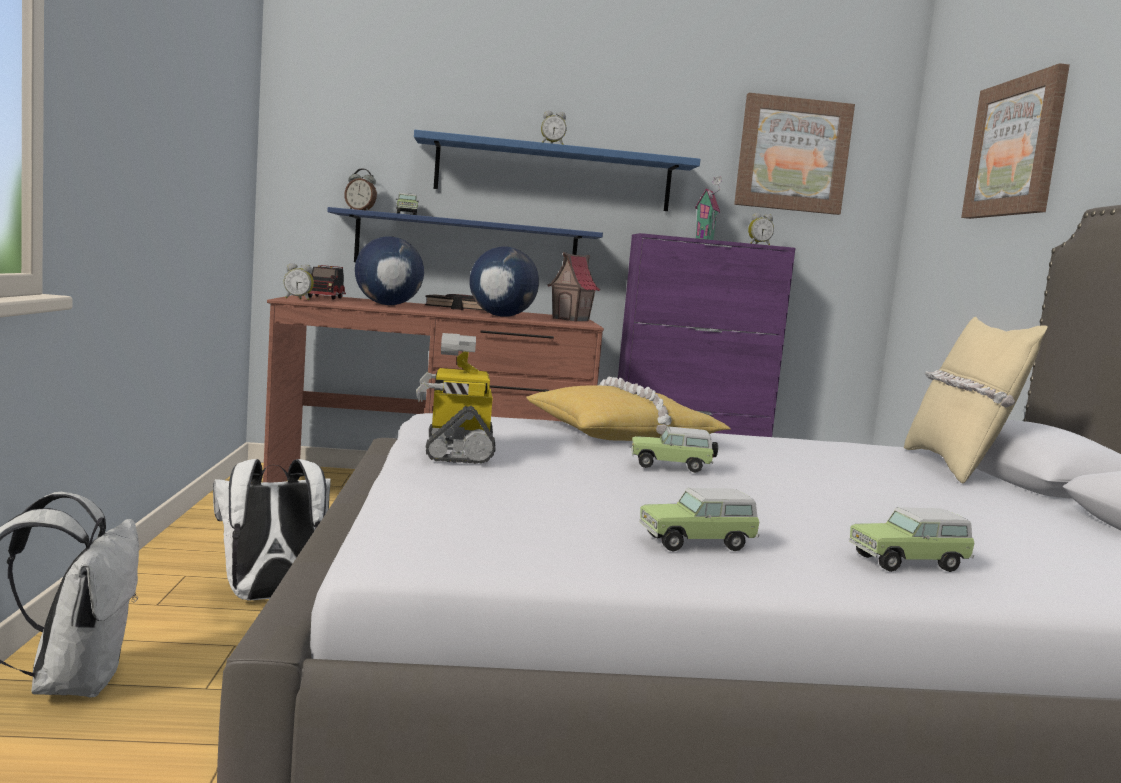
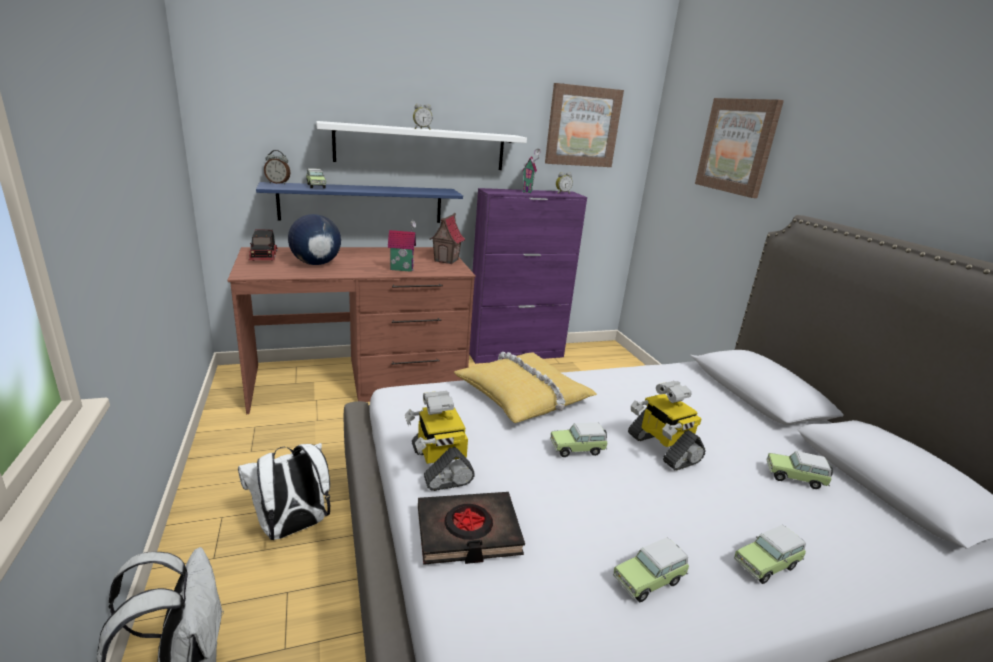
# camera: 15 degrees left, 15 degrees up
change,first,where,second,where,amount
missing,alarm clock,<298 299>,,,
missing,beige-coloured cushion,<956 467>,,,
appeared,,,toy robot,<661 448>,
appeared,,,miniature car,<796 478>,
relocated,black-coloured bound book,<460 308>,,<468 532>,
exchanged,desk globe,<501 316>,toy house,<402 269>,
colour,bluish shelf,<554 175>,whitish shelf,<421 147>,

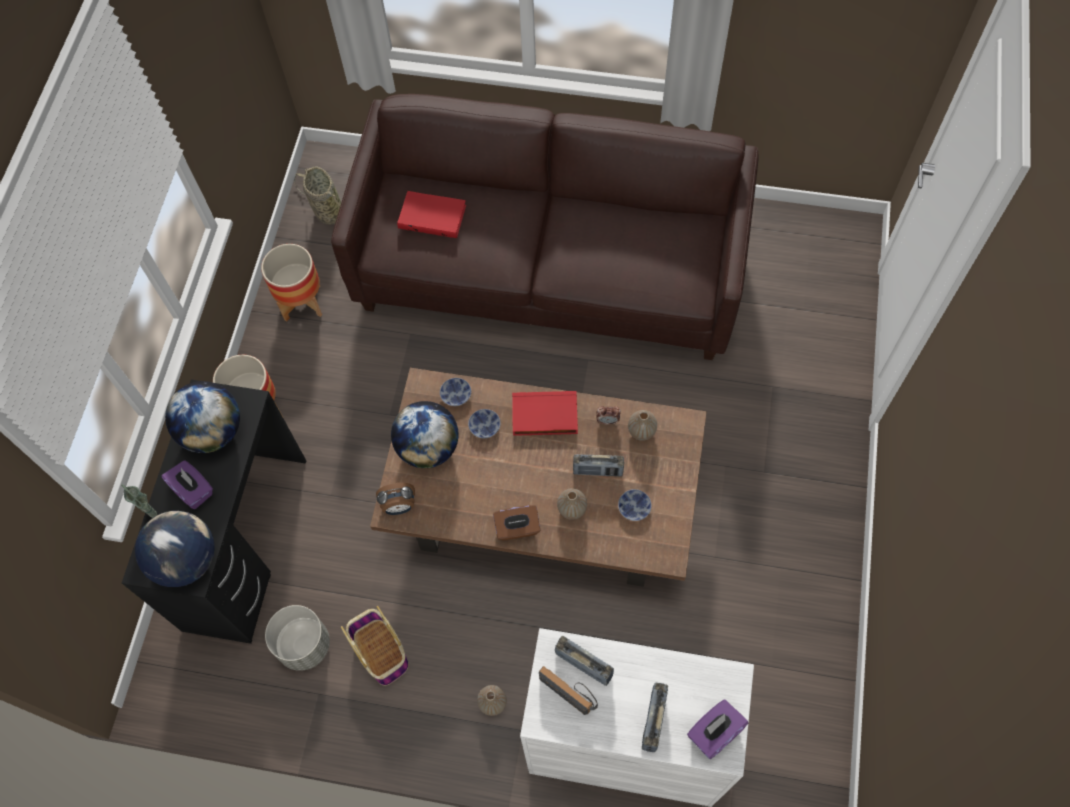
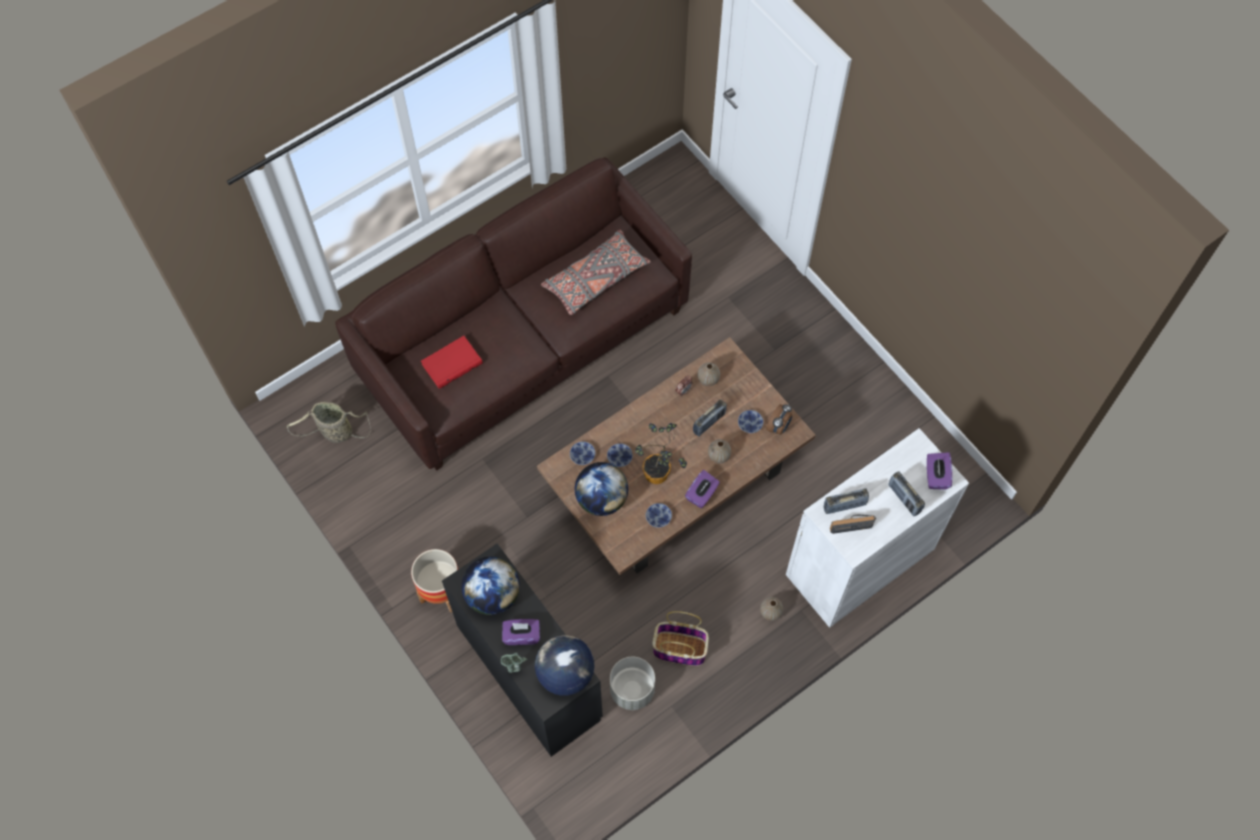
# camera: 50 degrees left, 0 degrees up
change,first,where,second,where,amount
missing,flower pot,<302 303>,,,
missing,red-coloured bound book,<544 416>,,,
appeared,,,gray cushion,<595 279>,
appeared,,,plant in a pot,<659 475>,
appeared,,,deep dish,<659 517>,
relocated,alarm clock,<399 506>,,<778 427>,
colour,brown-coloured box of tissues,<517 528>,purplish box of tissues,<702 494>,

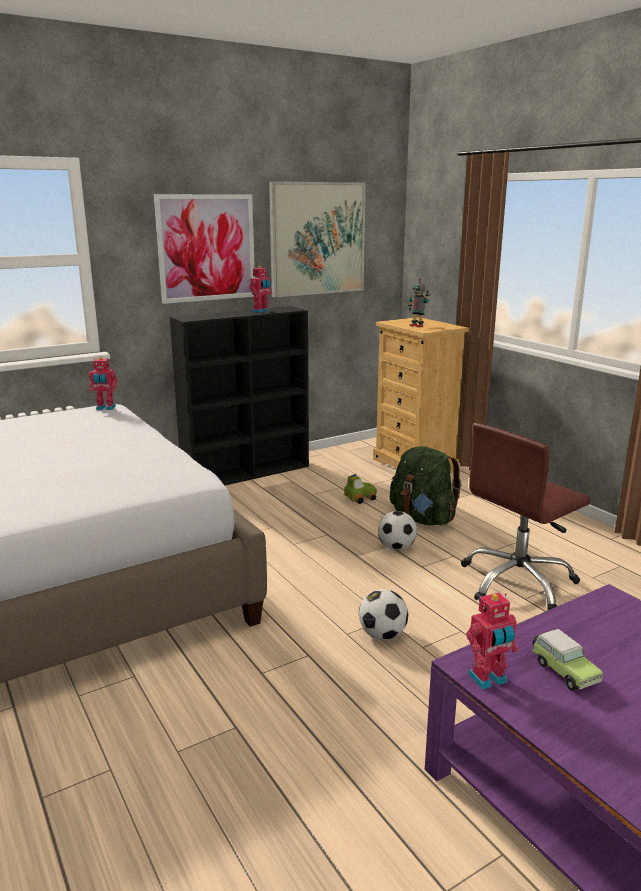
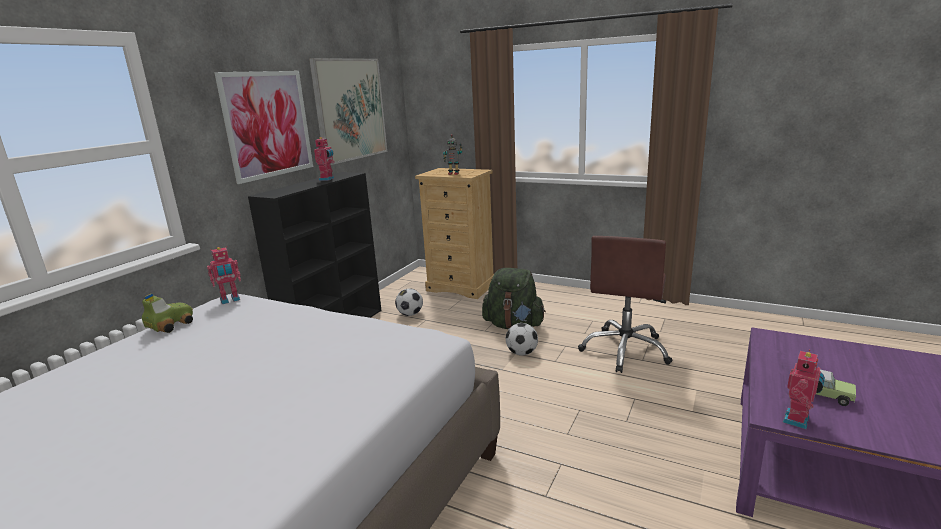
# camera: 30 degrees left, 0 degrees up
change,first,where,second,where,amount
relocated,miniature car,<360 498>,,<170 325>,
relocated,football ball,<382 635>,,<410 314>,

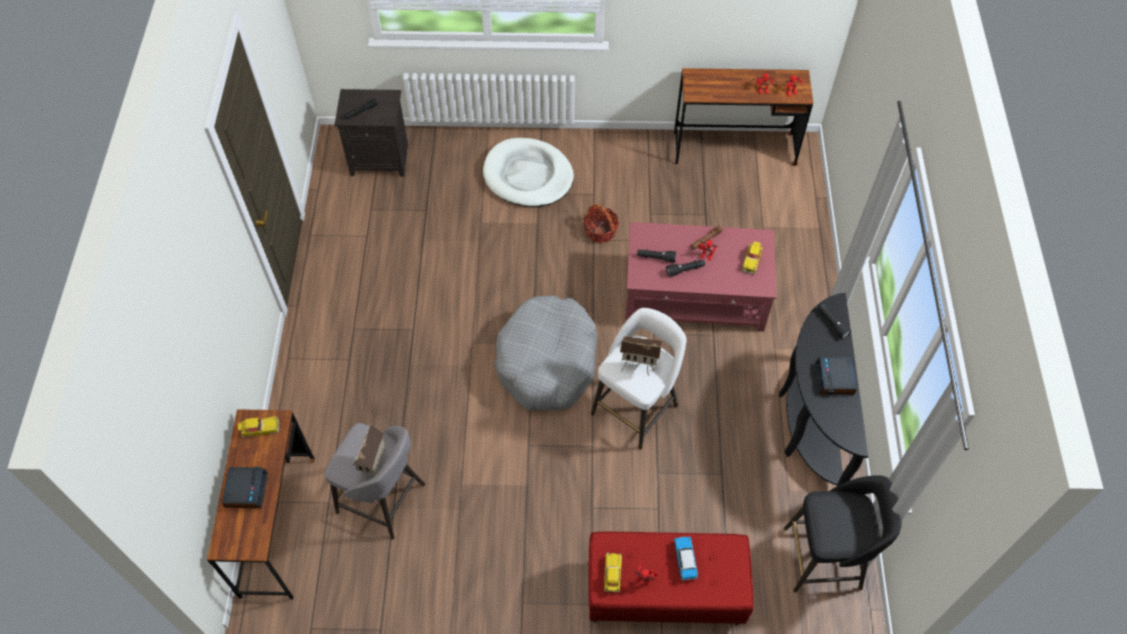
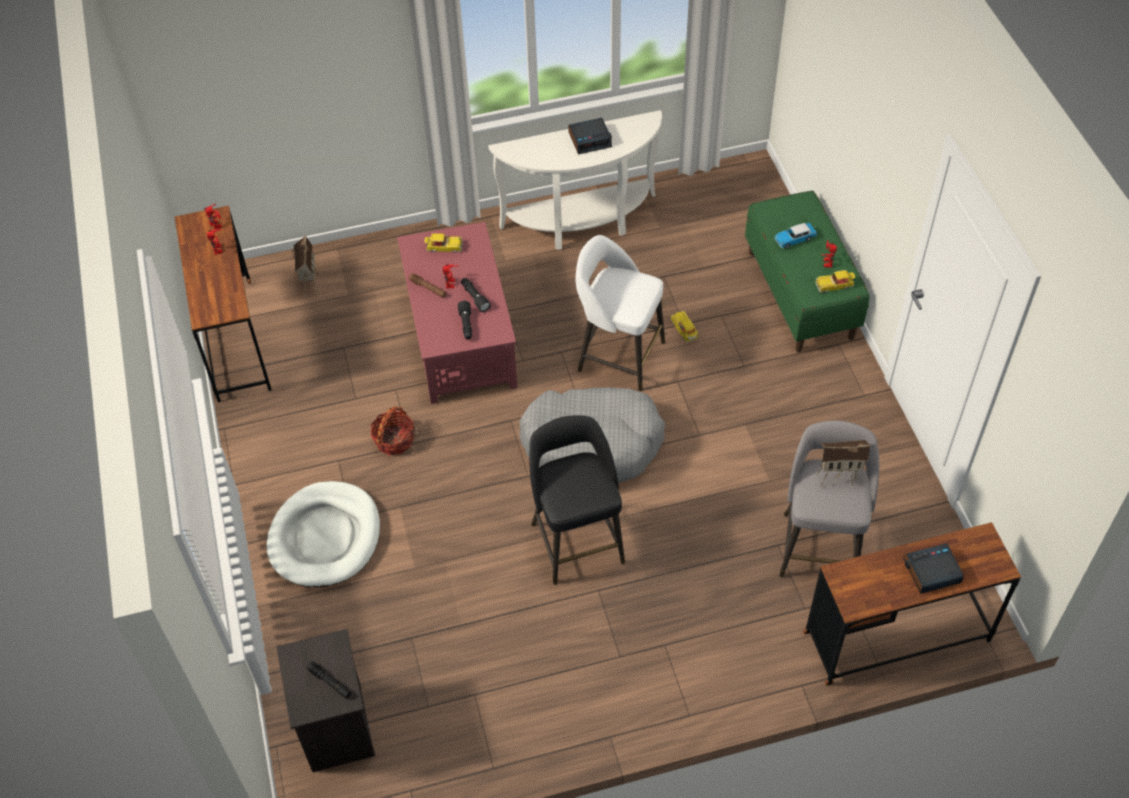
# camera: 105 degrees left, 5 degrees down
change,first,where,second,where,amount
missing,black-coloured hand torch,<831 323>,,,
relocated,miniature car,<260 429>,,<684 329>,
relocated,toy house,<638 366>,,<309 283>,
relocated,black-coloured stool,<825 558>,,<576 540>,
colour,red-coloured indoor bench,<664 593>,green indoor bench,<800 294>,
colour,black-coloured hall table,<808 423>,whitish hall table,<583 224>,

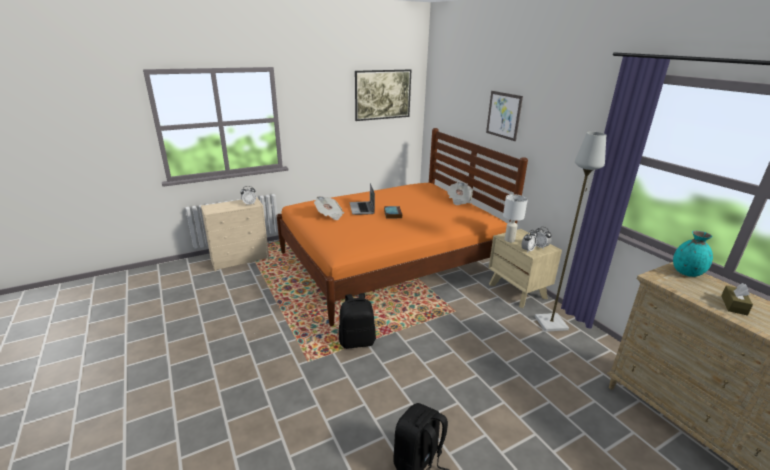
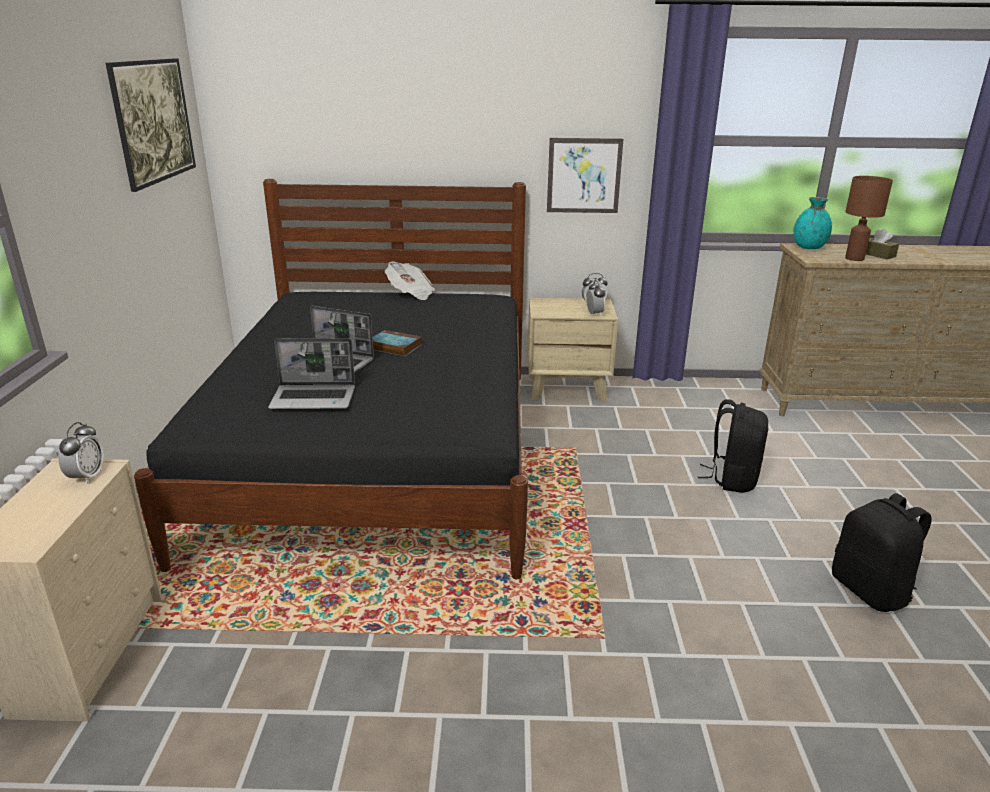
# camera: 60 degrees left, 0 degrees up
change,first,where,second,where,amount
missing,whitish tabletop lamp,<510 240>,,,
missing,gray floor lamp,<551 323>,,,
appeared,,,brown-coloured tabletop lamp,<854 258>,
relocated,black-coloured knapsack,<357 341>,,<731 479>,
relocated,wall picture,<503 115>,,<584 175>,
exchanged,printed paper,<329 215>,laptop,<314 398>,
colour,orange bedroom bed,<390 262>,black-coloured bedroom bed,<379 453>,

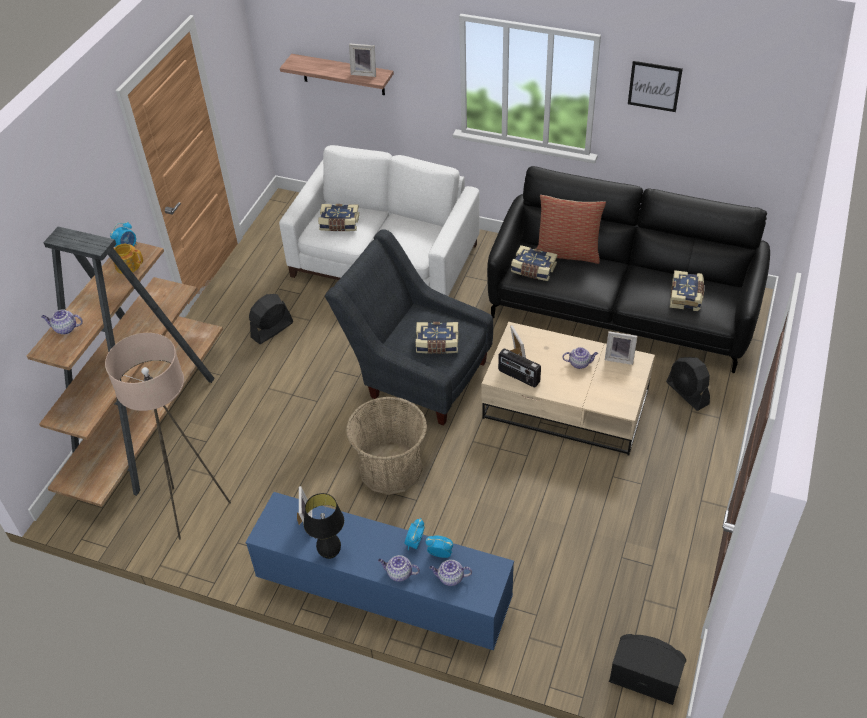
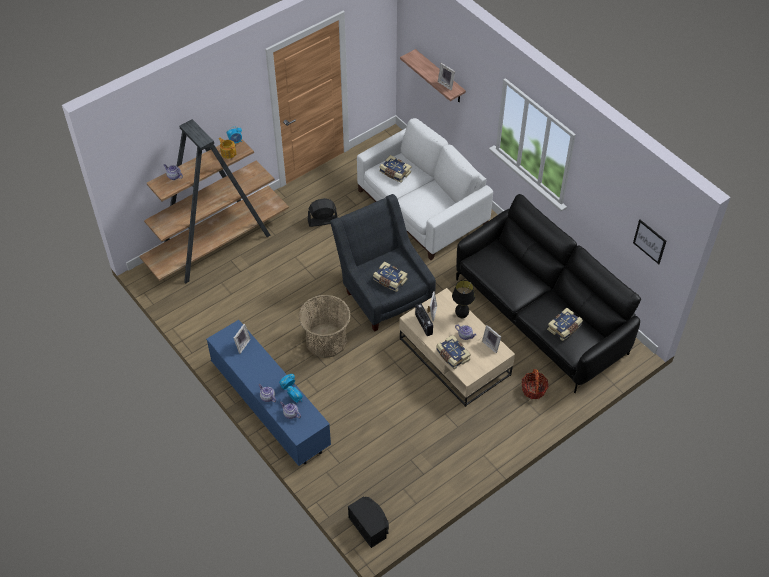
# camera: 30 degrees right, 5 degrees up
change,first,where,second,where,amount
missing,beige-coloured floor lamp,<194 509>,,,
missing,cushion,<567 252>,,,
relocated,black-coloured tabletop lamp,<330 553>,,<461 316>,
relocated,bound book,<533 270>,,<452 356>,
relocated,wall picture,<654 86>,,<649 241>,
exchanged,black-coloured electric fan,<687 393>,storage basket,<533 390>,

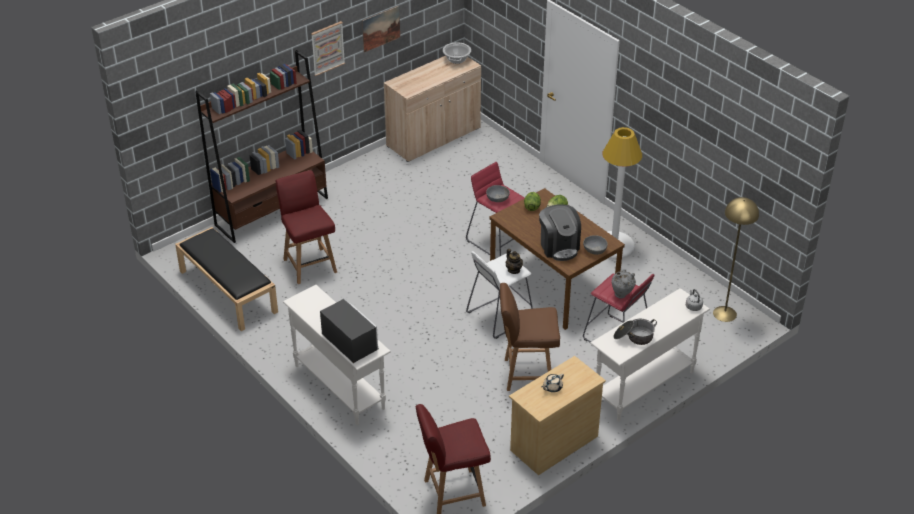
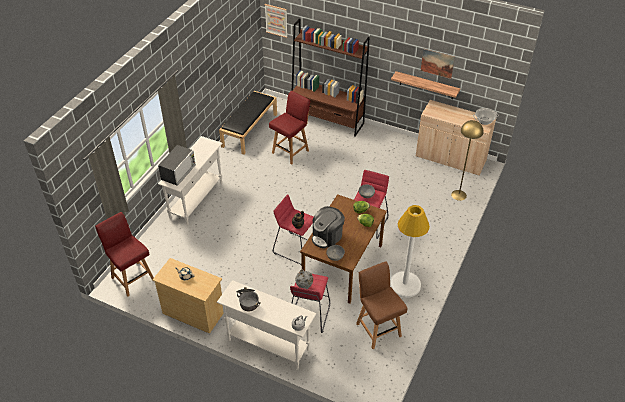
# camera: 65 degrees right, 5 degrees up
change,first,where,second,where,amount
appeared,,,shelf,<426 85>,
relocated,wall picture,<327 48>,,<276 20>,
relocated,brown-coloured plain chair,<526 374>,,<378 329>,
relocated,yellowish floor lamp,<725 313>,,<459 195>,
colour,whitish stool,<499 316>,red-coloured stool,<295 248>,

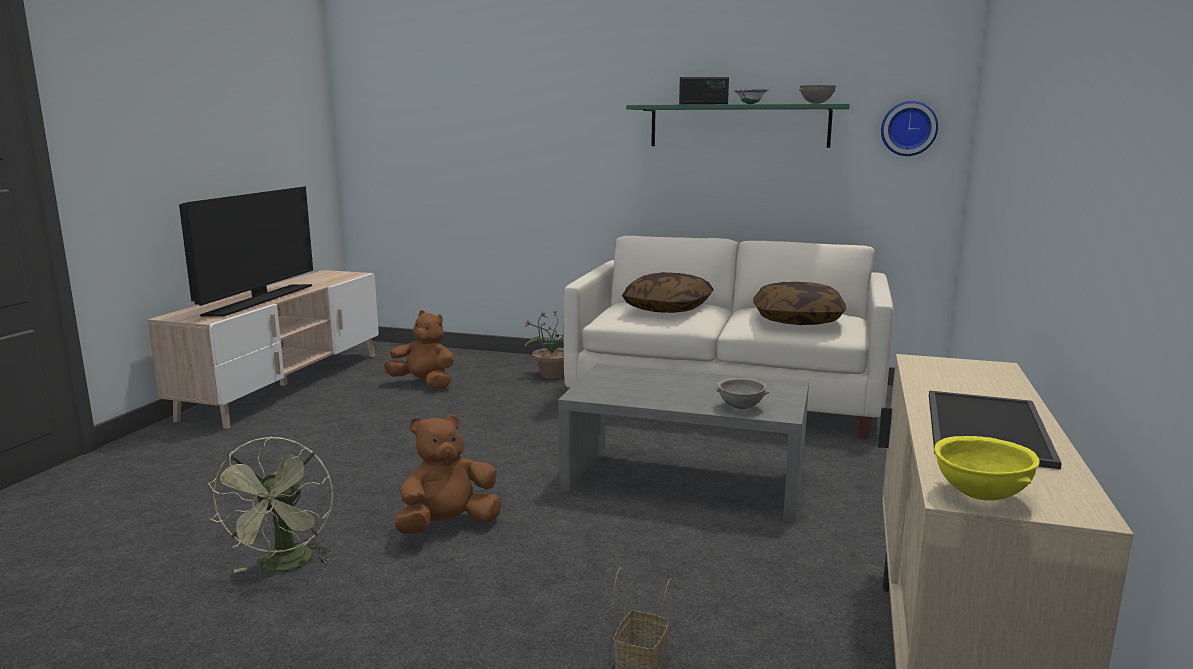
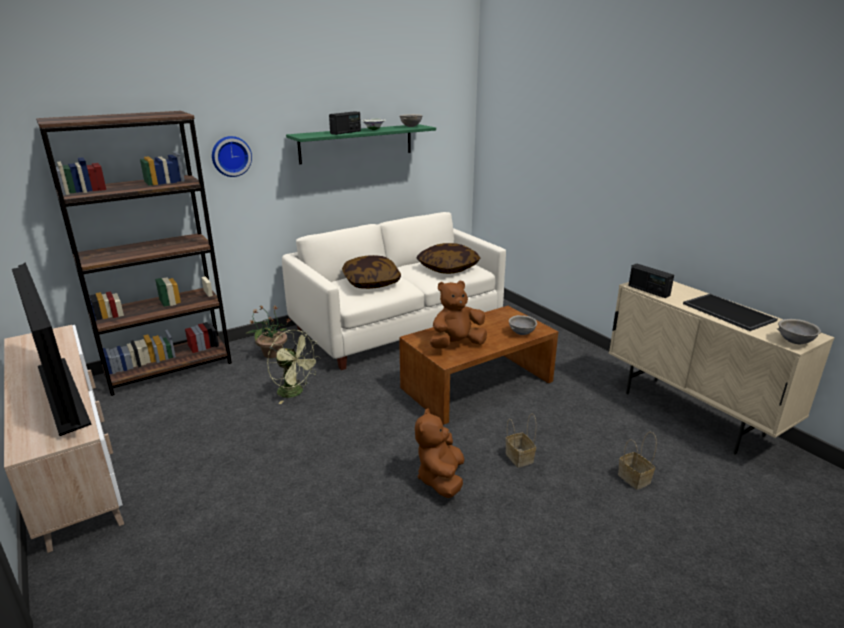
# camera: 50 degrees left, 10 degrees up
change,first,where,second,where,amount
appeared,,,brown-coloured bookshelf,<169 368>,
appeared,,,storage basket,<518 457>,
appeared,,,radio set,<648 291>,
relocated,green electric fan,<284 567>,,<295 392>,
relocated,brown-coloured soft toy,<424 384>,,<456 345>,
relocated,wall clock,<908 128>,,<231 156>,
colour,gray coffee table,<685 478>,brown-coloured coffee table,<476 384>,
colour,yellowish deep dish,<980 496>,gray deep dish,<795 342>,

